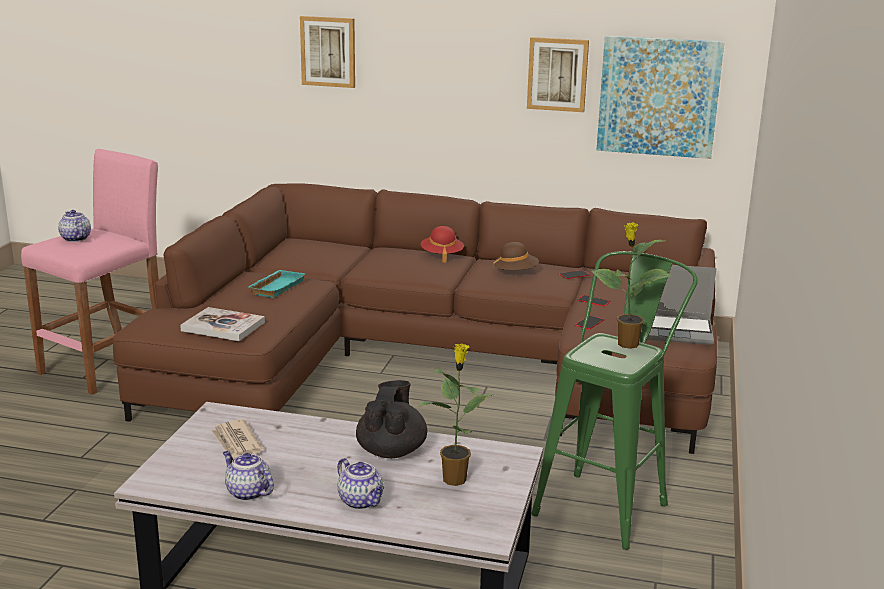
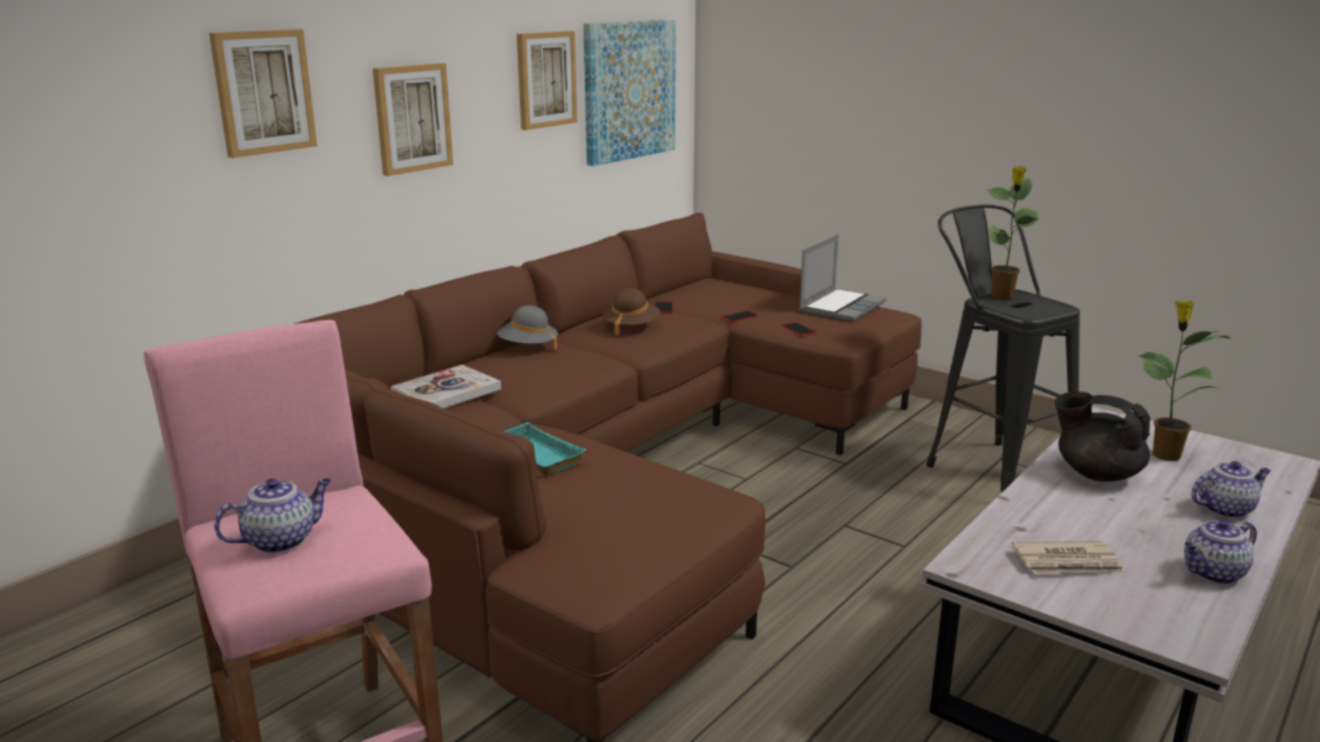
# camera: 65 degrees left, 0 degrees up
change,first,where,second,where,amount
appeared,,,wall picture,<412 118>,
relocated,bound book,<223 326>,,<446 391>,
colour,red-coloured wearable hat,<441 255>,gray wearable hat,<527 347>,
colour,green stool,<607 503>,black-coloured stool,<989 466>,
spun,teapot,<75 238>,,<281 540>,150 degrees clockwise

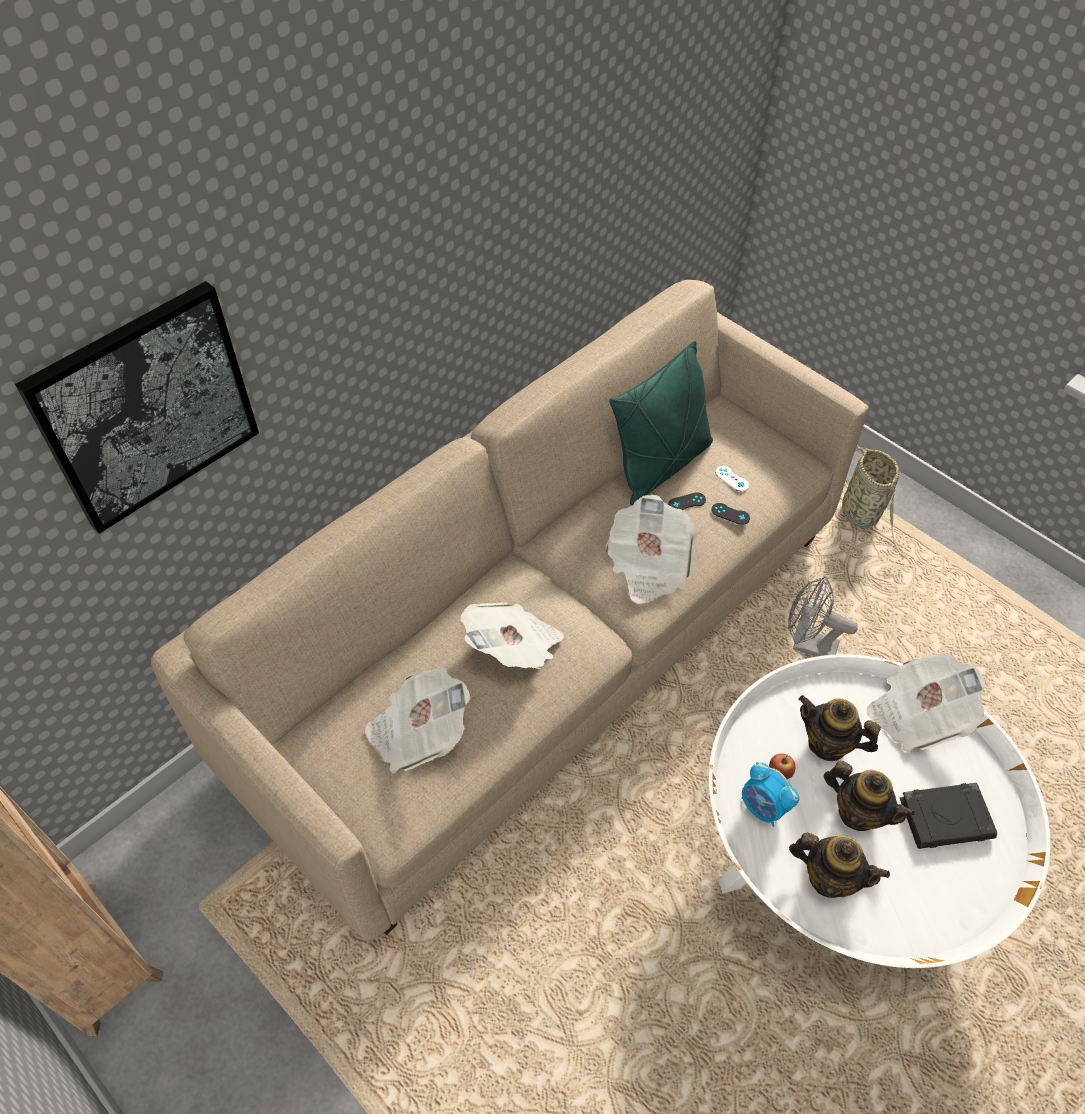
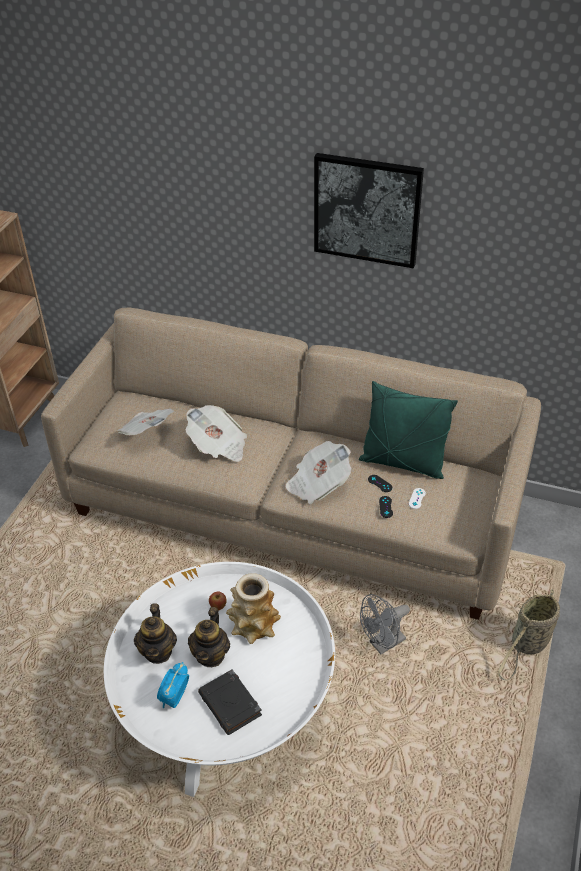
# camera: 65 degrees right, 10 degrees down
change,first,where,second,where,amount
missing,printed paper,<917 715>,,,
relocated,wall picture,<146 407>,,<367 210>,
relocated,alarm clock,<763 807>,,<174 698>,
exchanged,teapot,<828 743>,vase,<254 626>,
spun,gray electric fan,<807 645>,,<383 644>,120 degrees counterclockwise

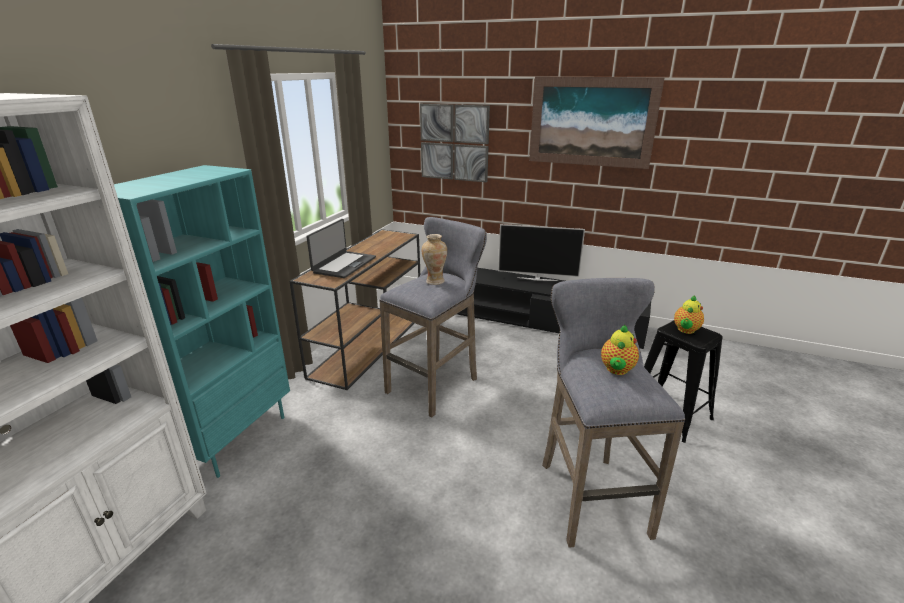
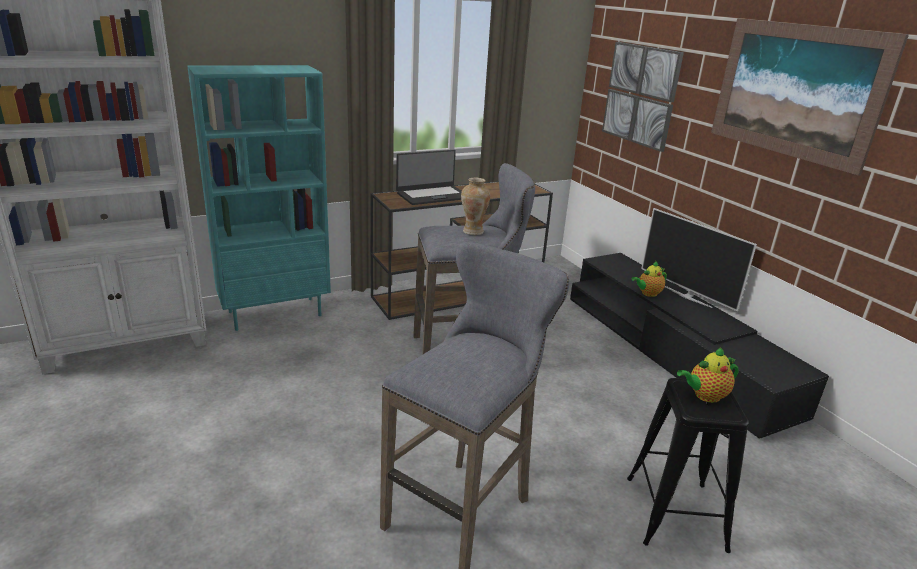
# camera: 40 degrees right, 0 degrees up
change,first,where,second,where,amount
relocated,teapot,<616 370>,,<647 293>,

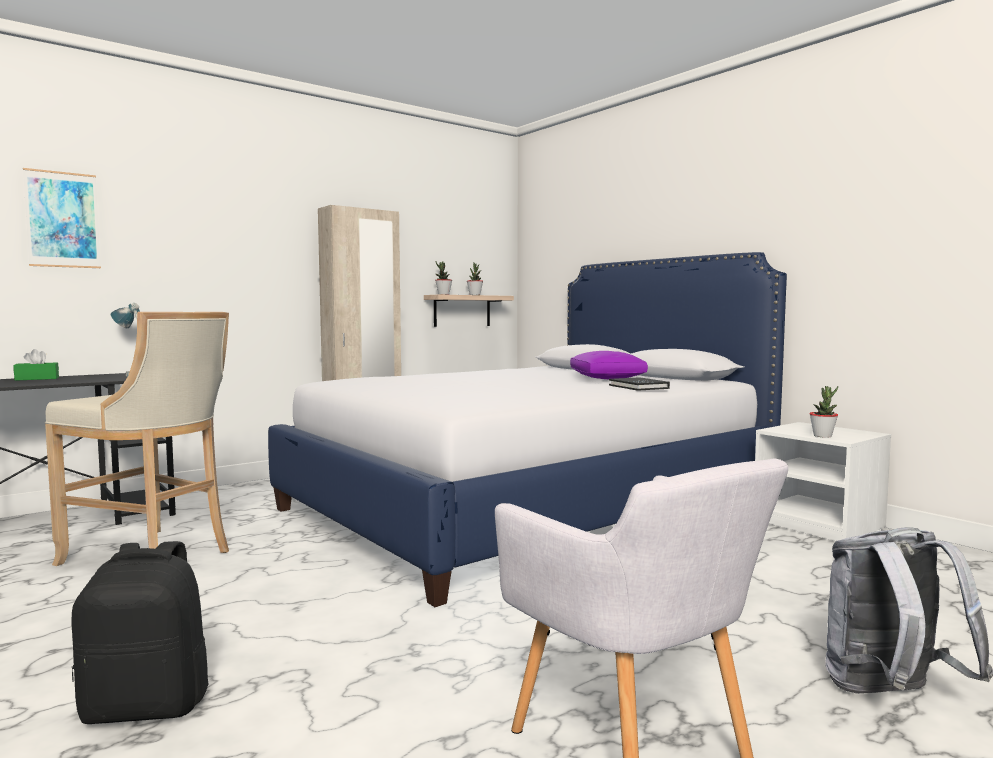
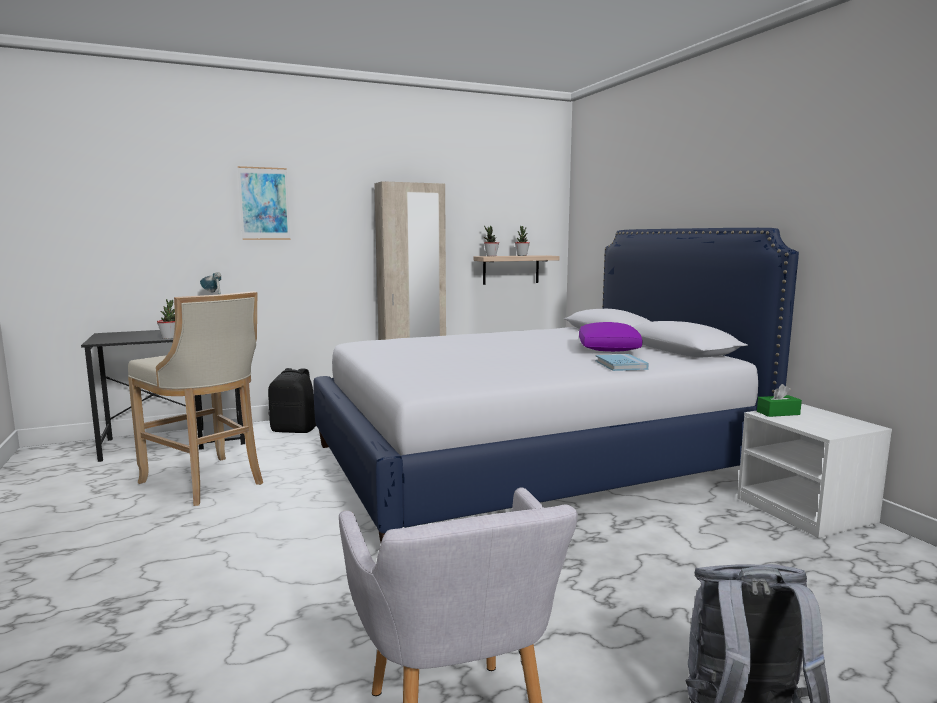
# camera: 15 degrees right, 5 degrees up
change,first,where,second,where,amount
relocated,green box of tissues,<37 379>,,<778 413>,
relocated,wall picture,<63 219>,,<264 203>,
relocated,black-coloured knapsack,<147 706>,,<294 430>,
relocated,plant in a pot,<822 436>,,<169 338>,
colour,black-coloured bound book,<638 387>,bluish bound book,<621 365>,

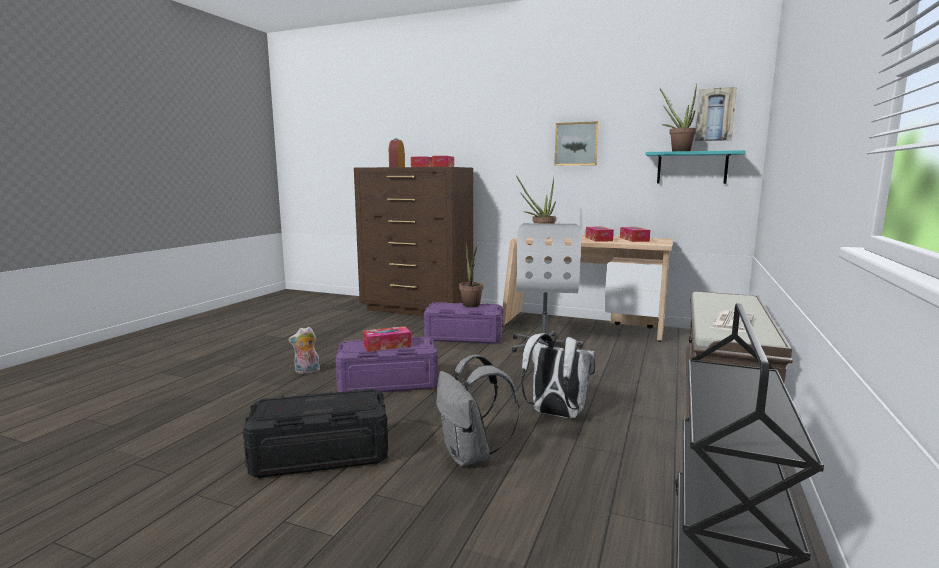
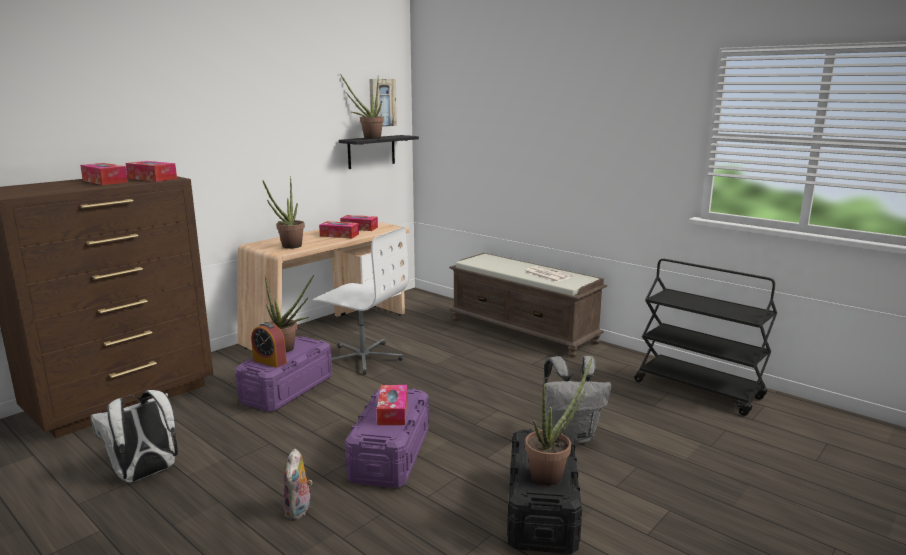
# camera: 70 degrees left, 5 degrees up
change,first,where,second,where,amount
missing,wall picture,<576 144>,,,
appeared,,,plant in a pot,<552 474>,
relocated,alarm clock,<397 167>,,<269 361>,
relocated,whitish knapsack,<555 414>,,<145 475>,
colour,turquoise-coloured shelf,<692 168>,black-coloured shelf,<371 151>,

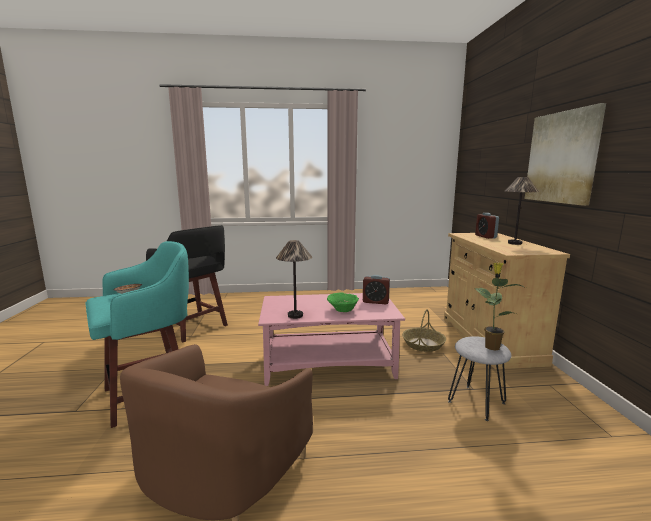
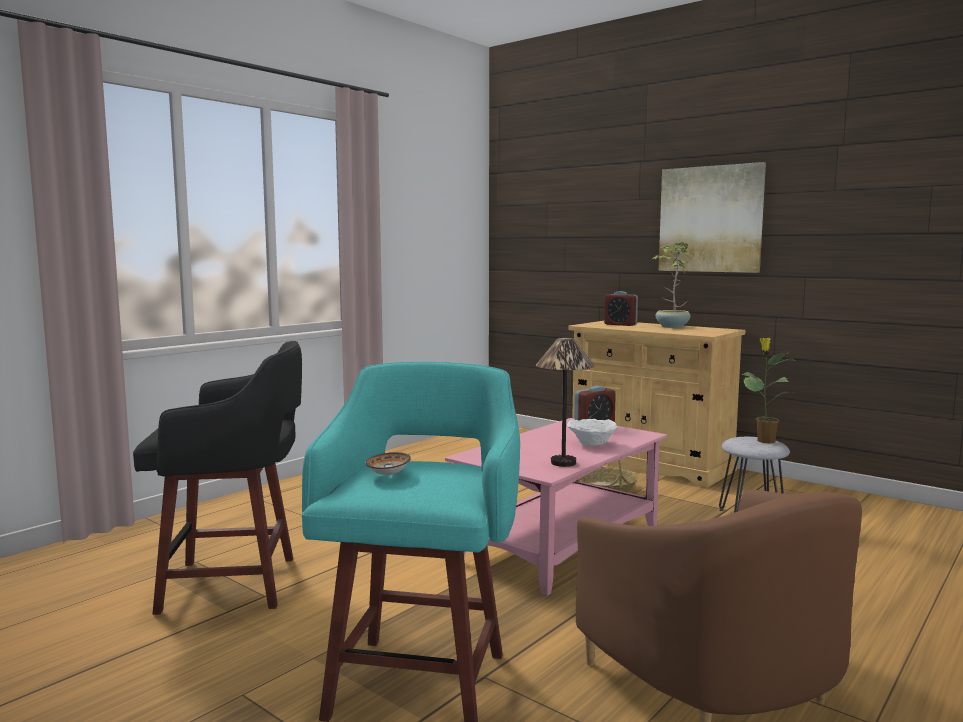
# camera: 45 degrees left, 5 degrees down
change,first,where,second,where,amount
exchanged,tabletop lamp,<515 243>,plant in a pot,<671 327>,
colour,green deep dish,<342 310>,whitish deep dish,<590 443>,

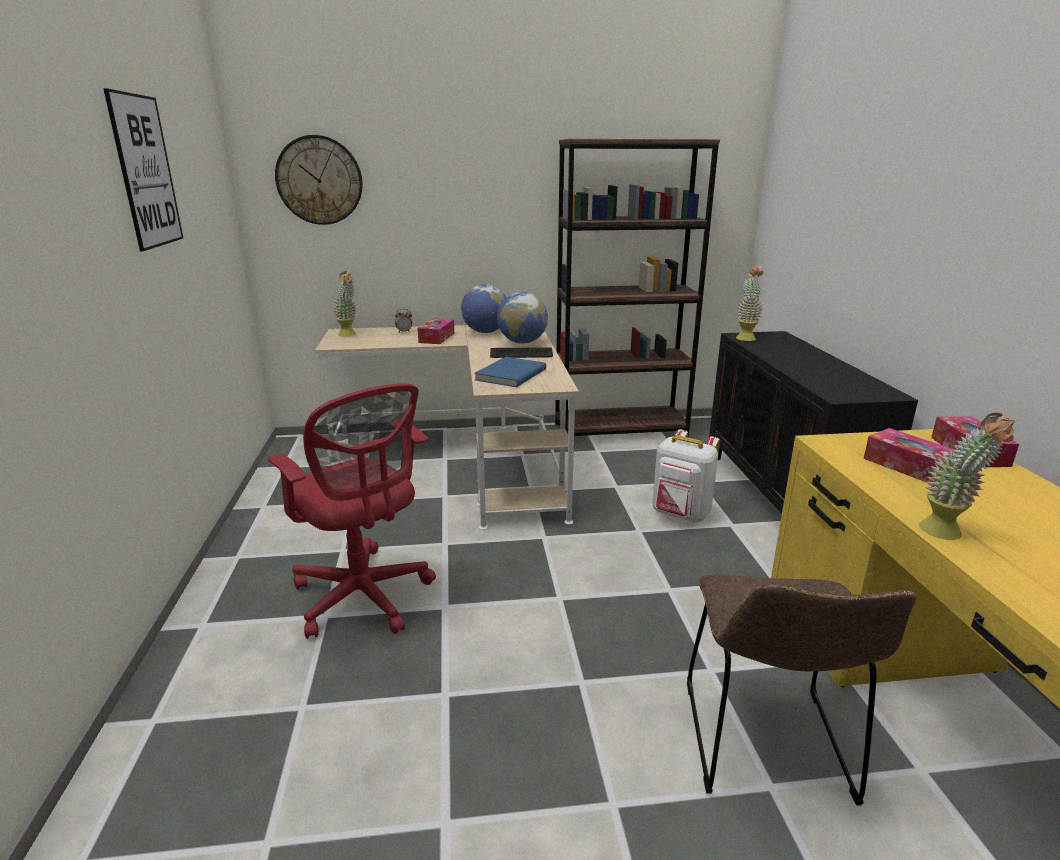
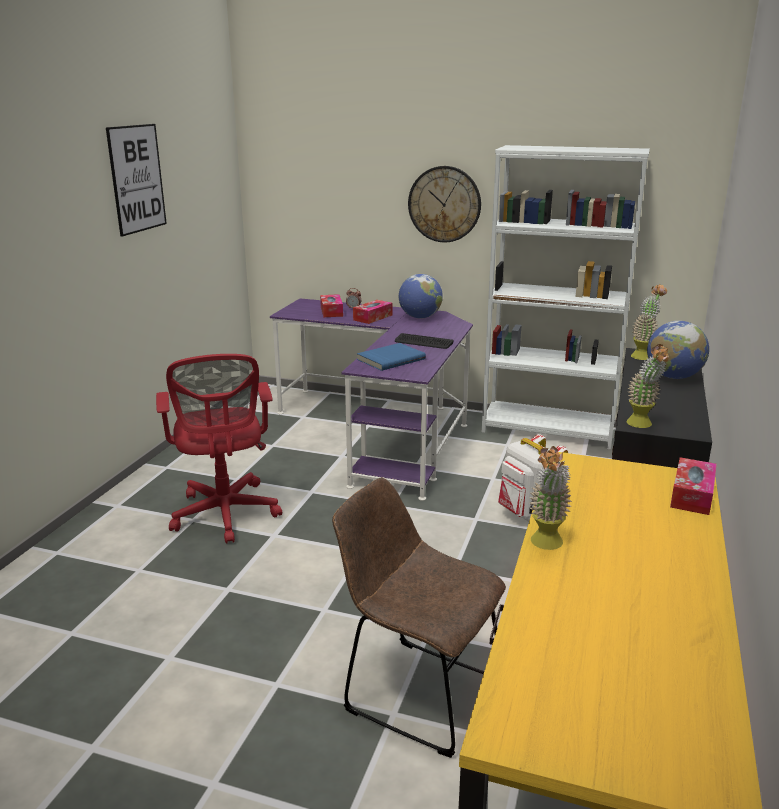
# camera: 25 degrees right, 0 degrees up
change,first,where,second,where,amount
relocated,wall clock,<319 180>,,<444 204>,
relocated,plant in a pot,<349 335>,,<642 425>,
relocated,desk globe,<522 342>,,<673 377>,
relocated,box of tissues,<909 467>,,<331 311>,
colour,beige-coloured desk table,<466 460>,purplish desk table,<384 431>,
colour,brown-coloured bookshelf,<620 430>,whitish bookshelf,<548 430>,
spun,brown-coloured plain chair,<767 748>,,<416 692>,90 degrees clockwise

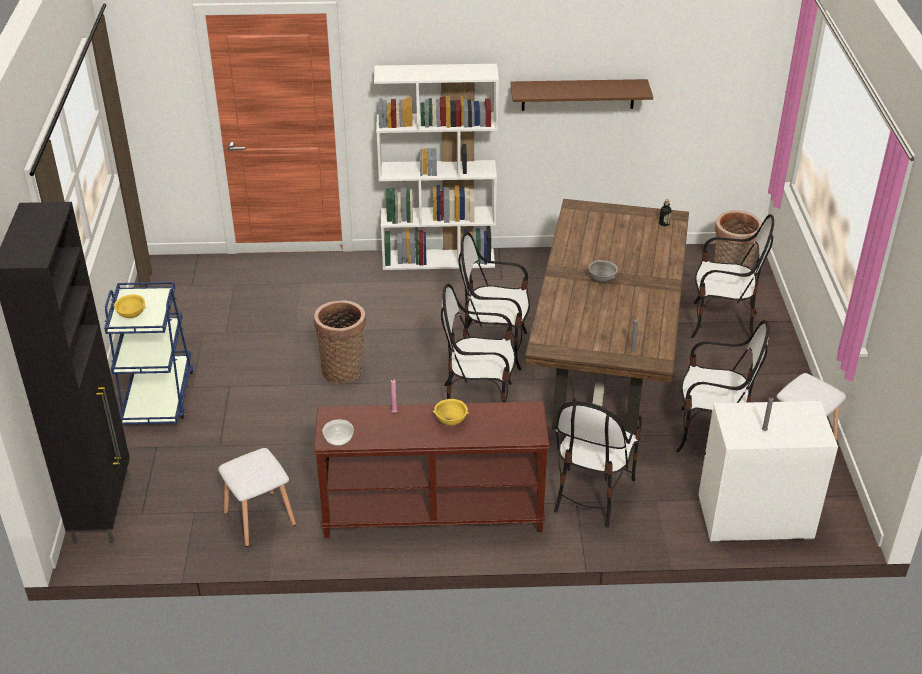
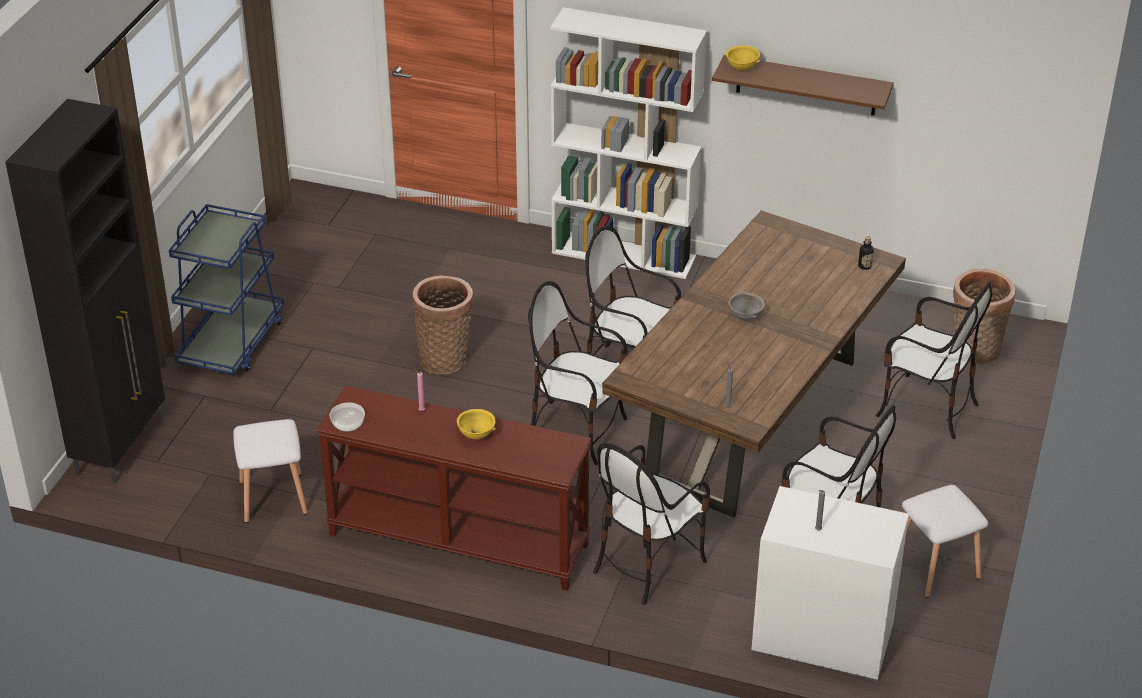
# camera: 20 degrees right, 0 degrees up
change,first,where,second,where,amount
relocated,yellowish deep dish,<132 315>,,<742 68>,

